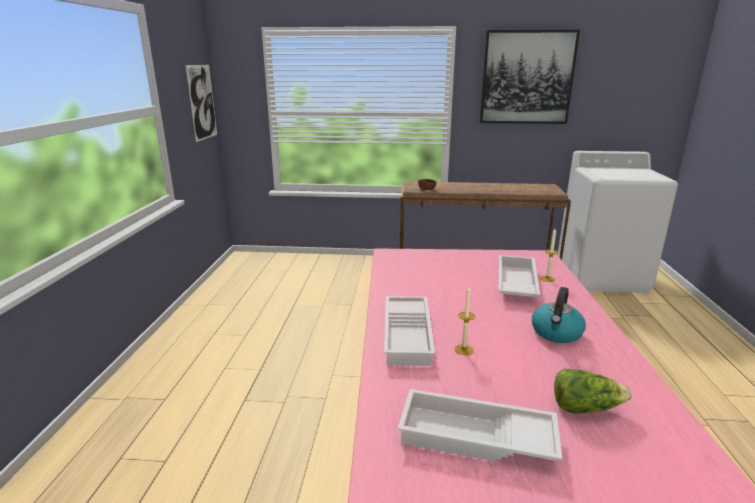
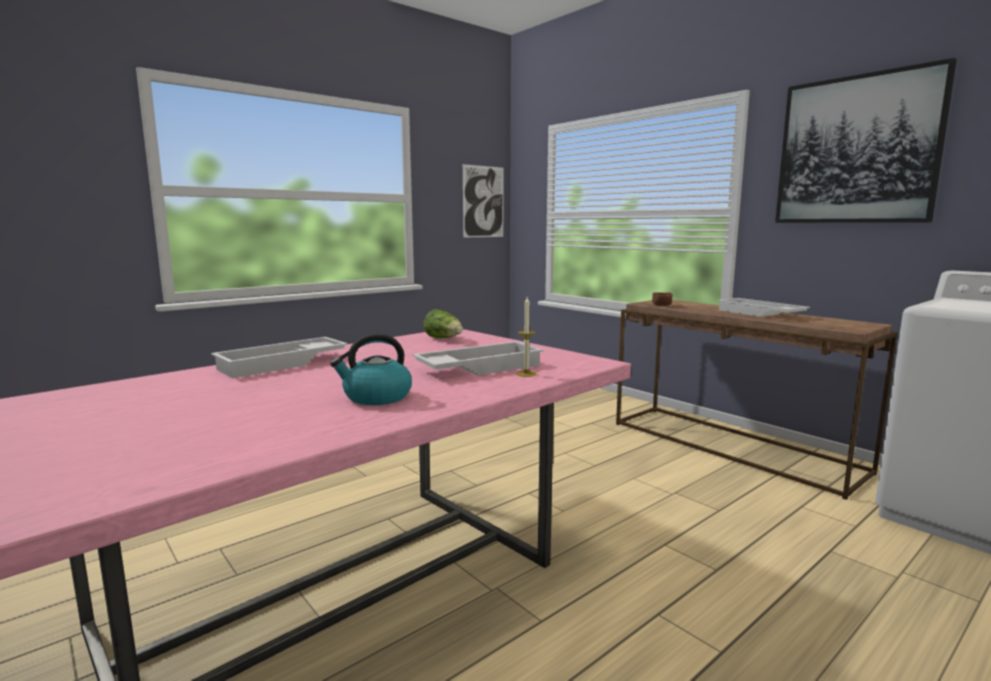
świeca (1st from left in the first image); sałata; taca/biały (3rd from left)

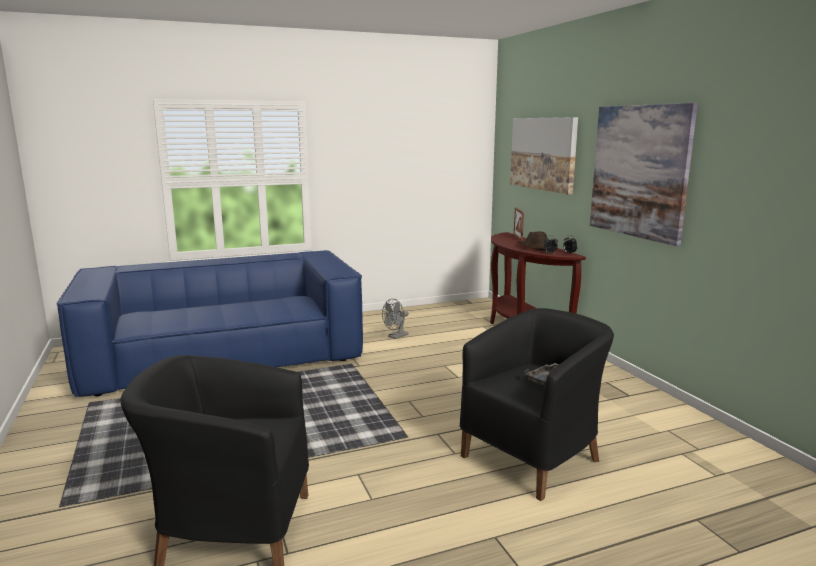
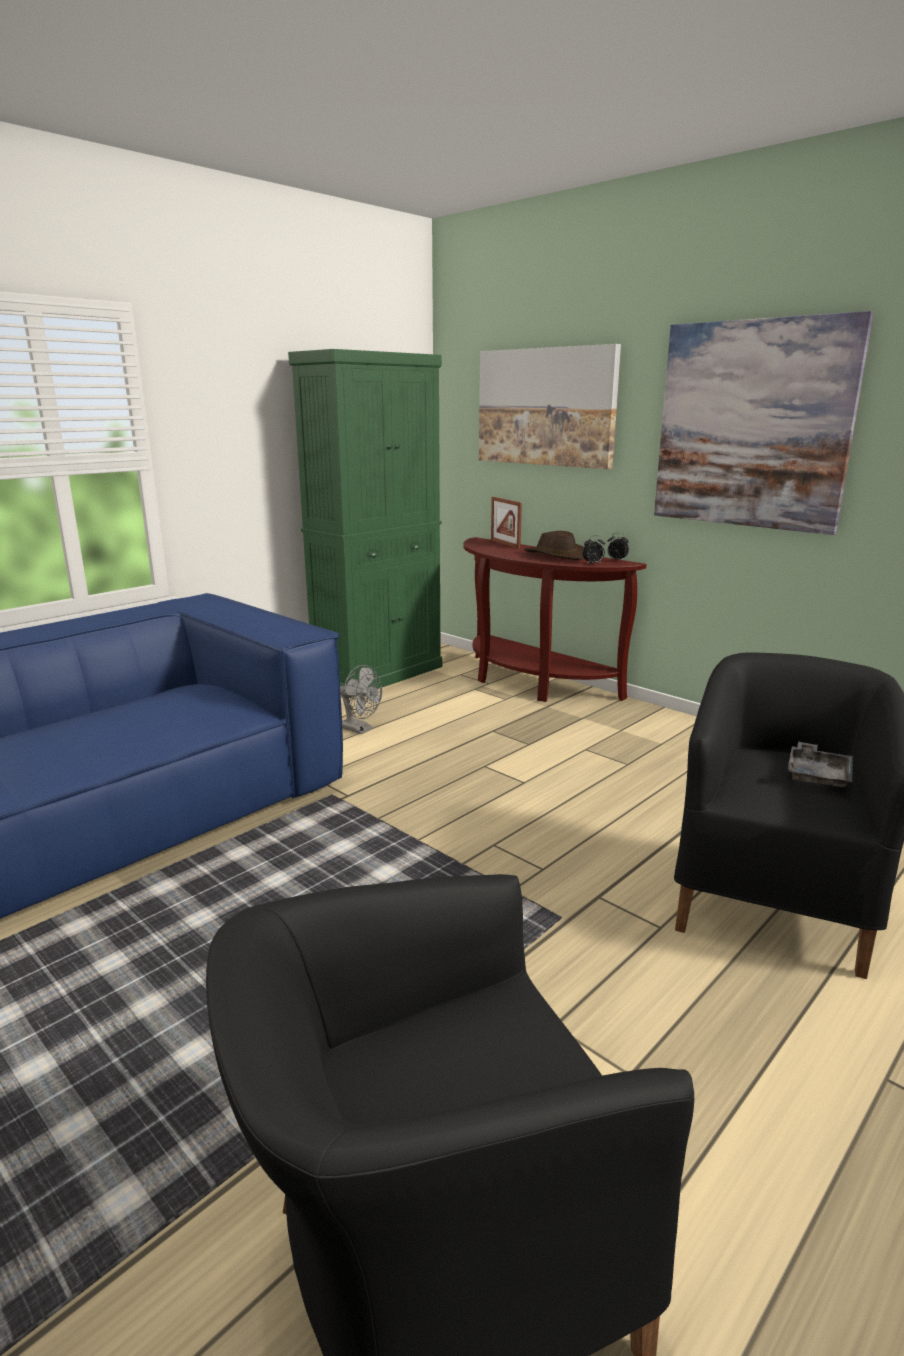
wentylator/szary; szafka/zielony

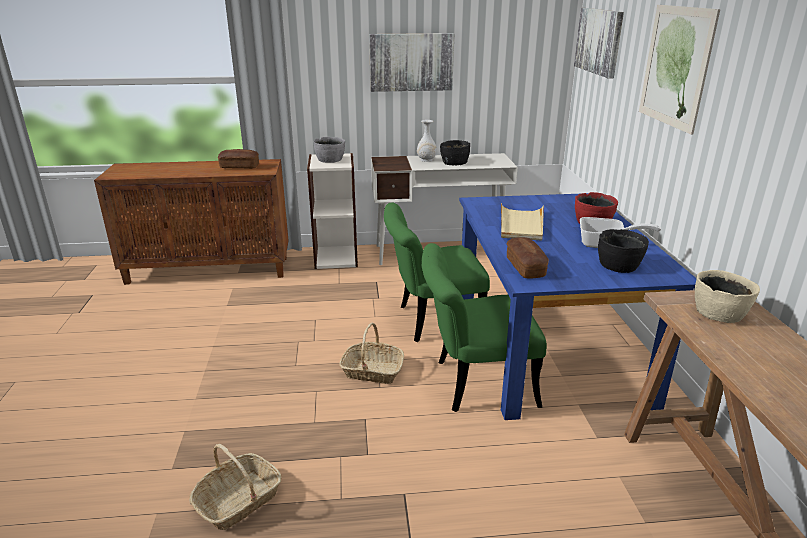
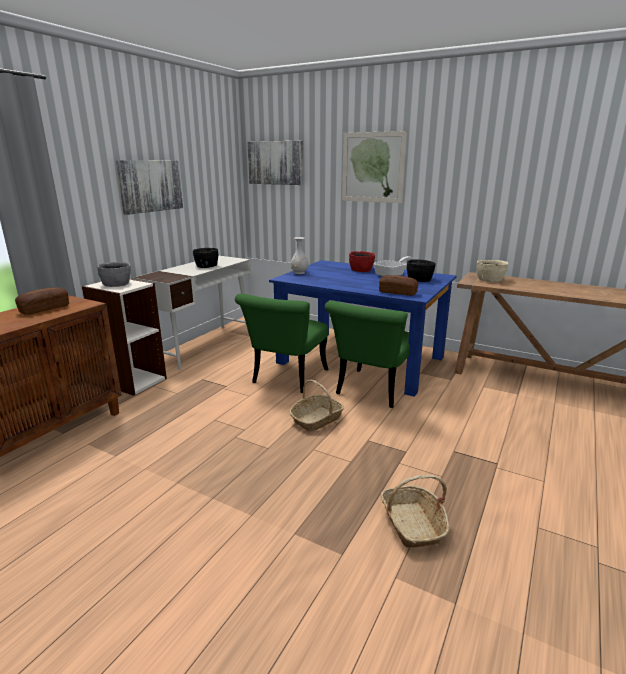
wazon/biały; taca/beżowy

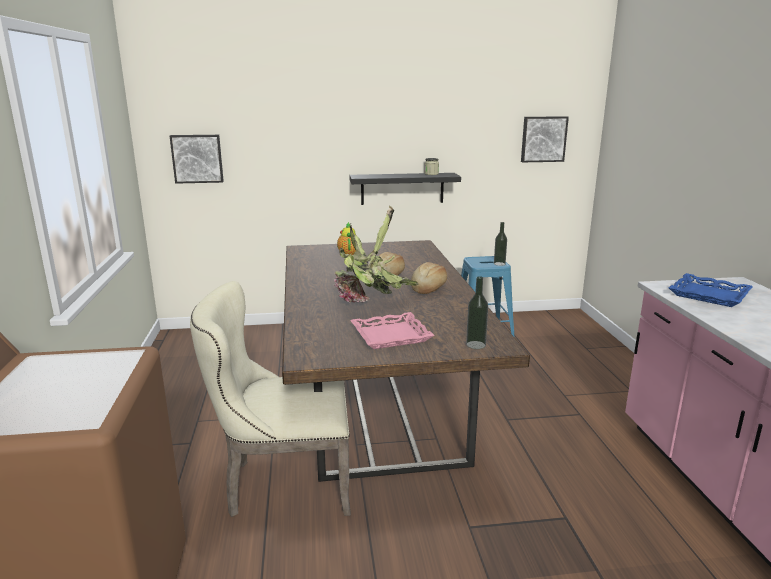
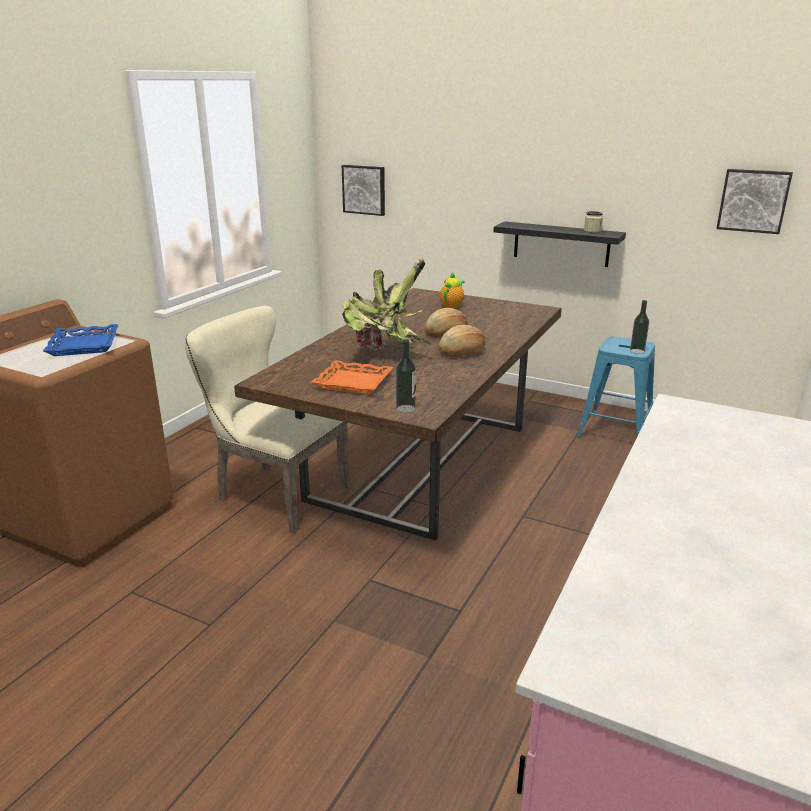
taca/niebieski; taca/pomarańczowy

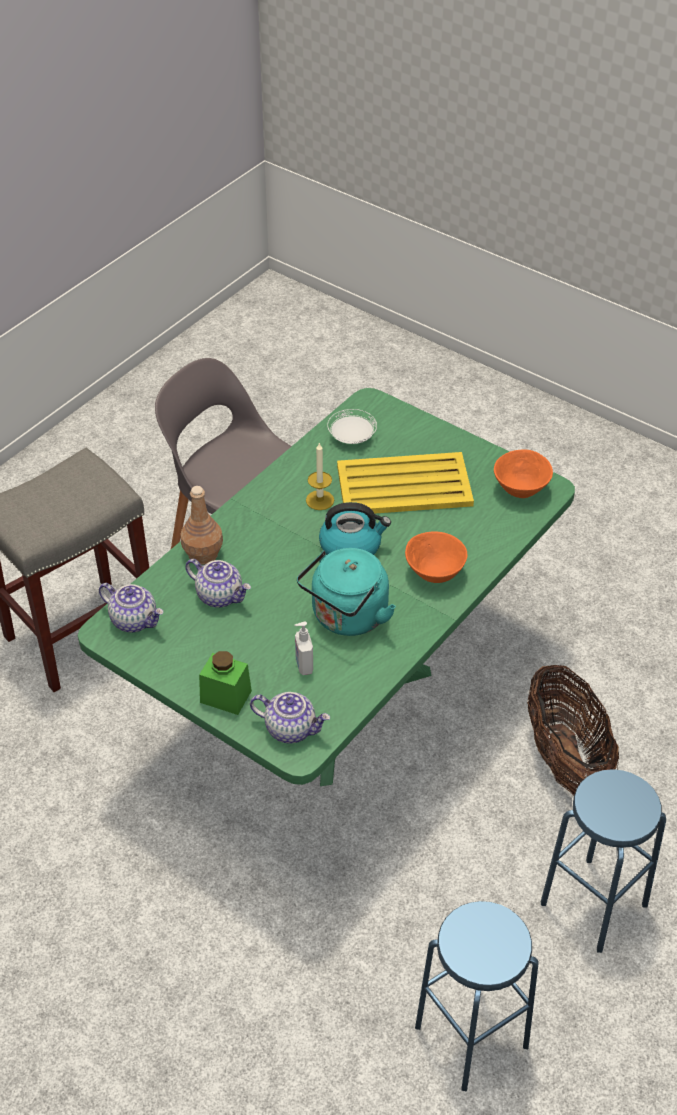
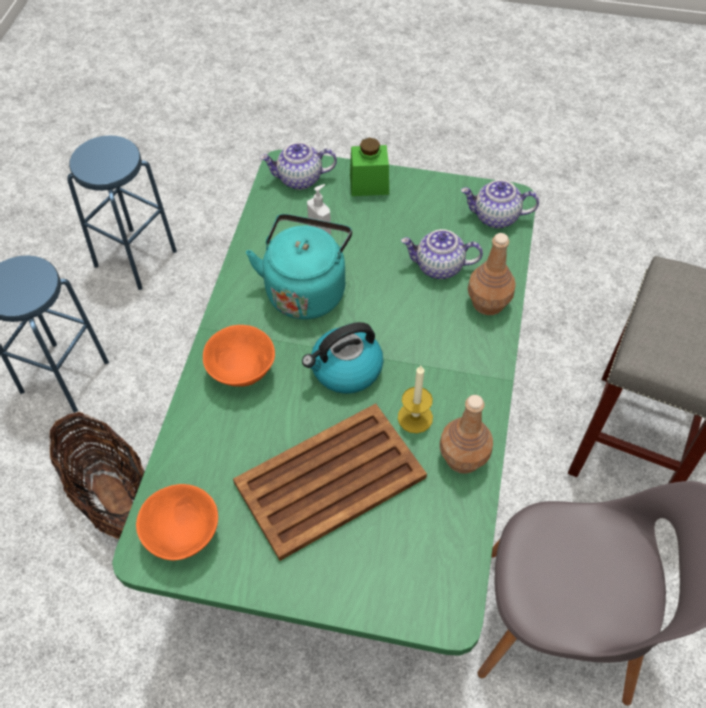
talerz/biały; taca/brązowy; butelka/brązowy (1st from left)

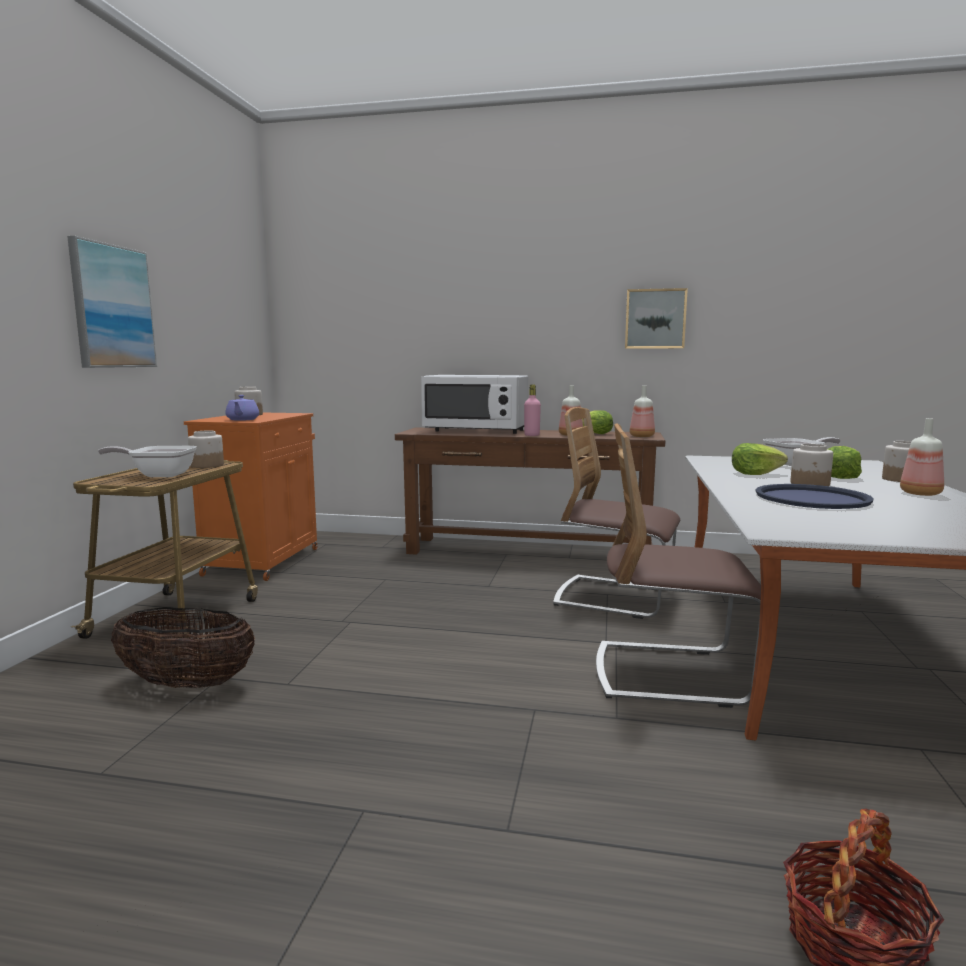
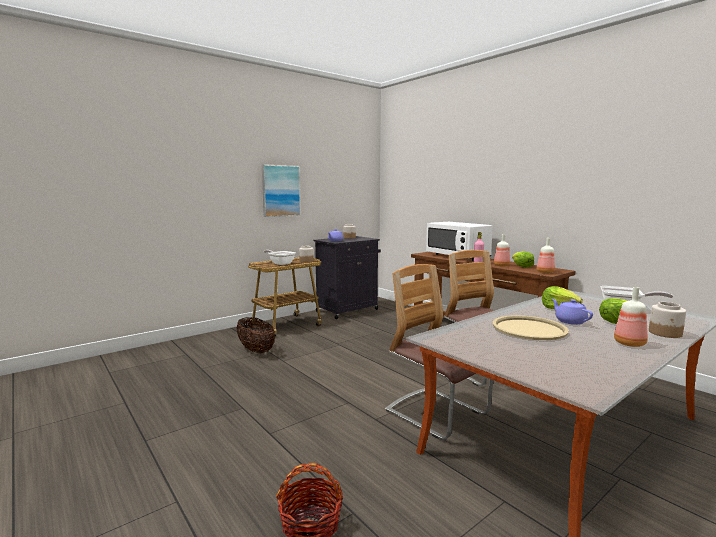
obraz (2nd from left in the first image); szafka/czarny; imbryk/fioletowy (2nd from left); taca/beżowy

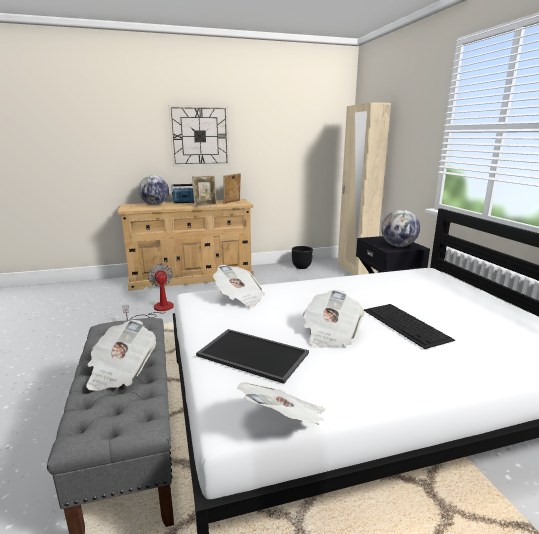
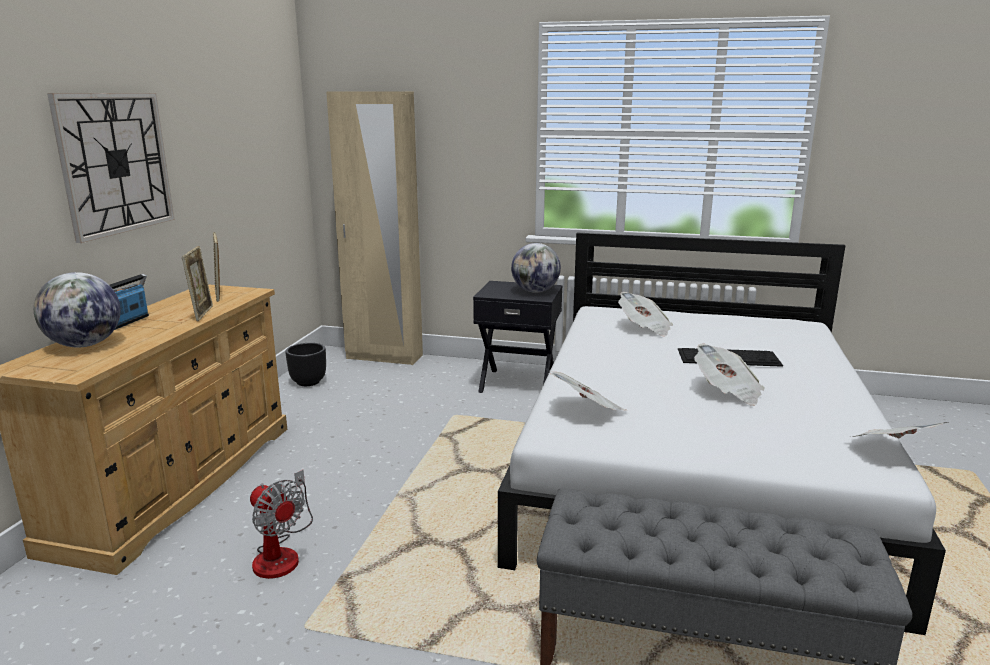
wentylator; gazeta (2nd from left); taca

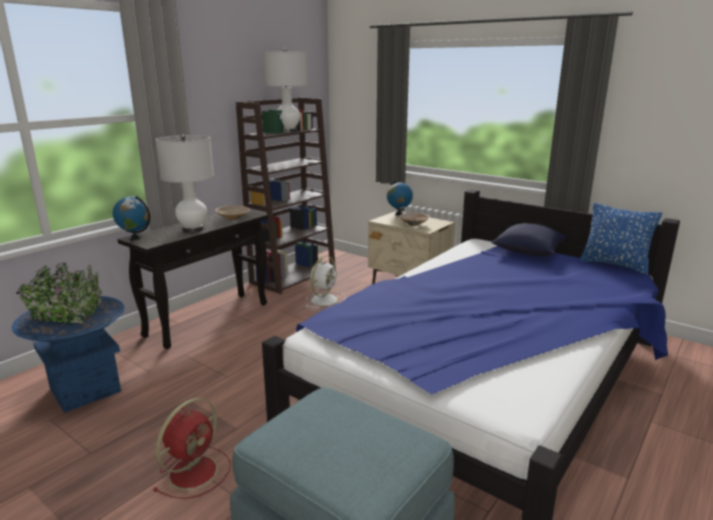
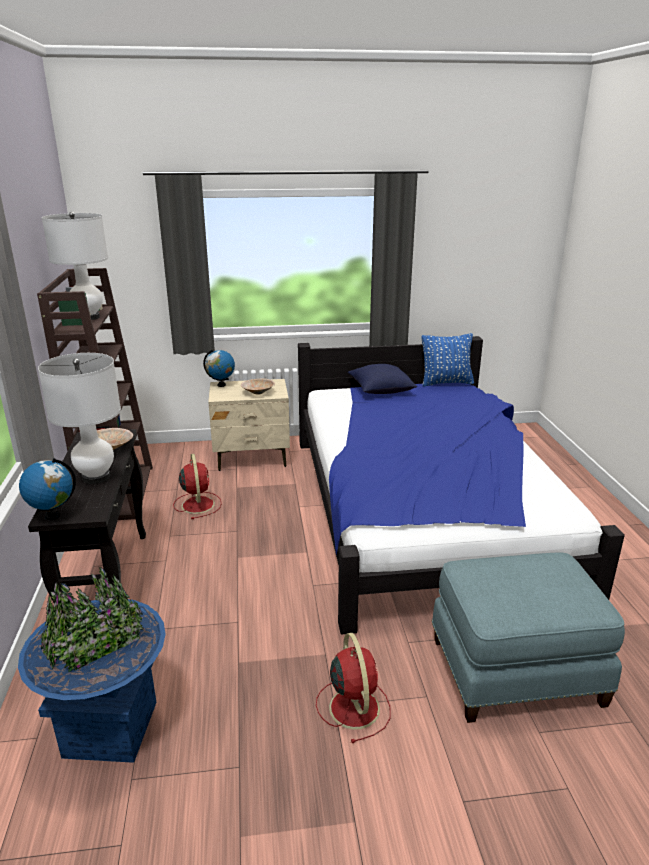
wentylator/czerwony (1st from left)

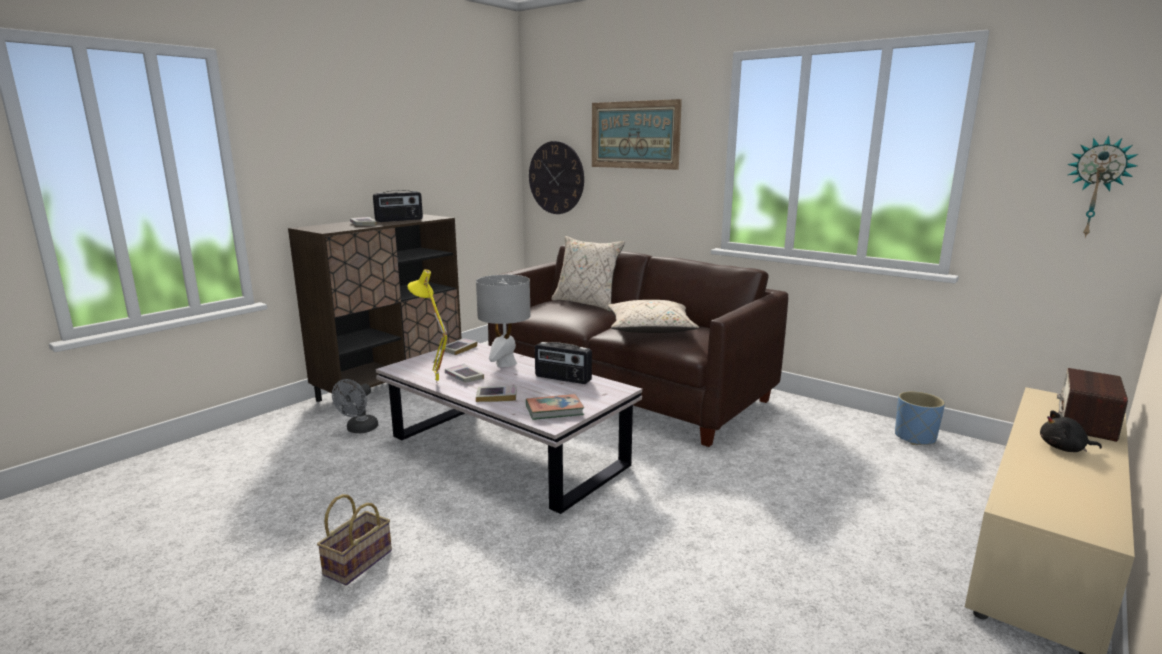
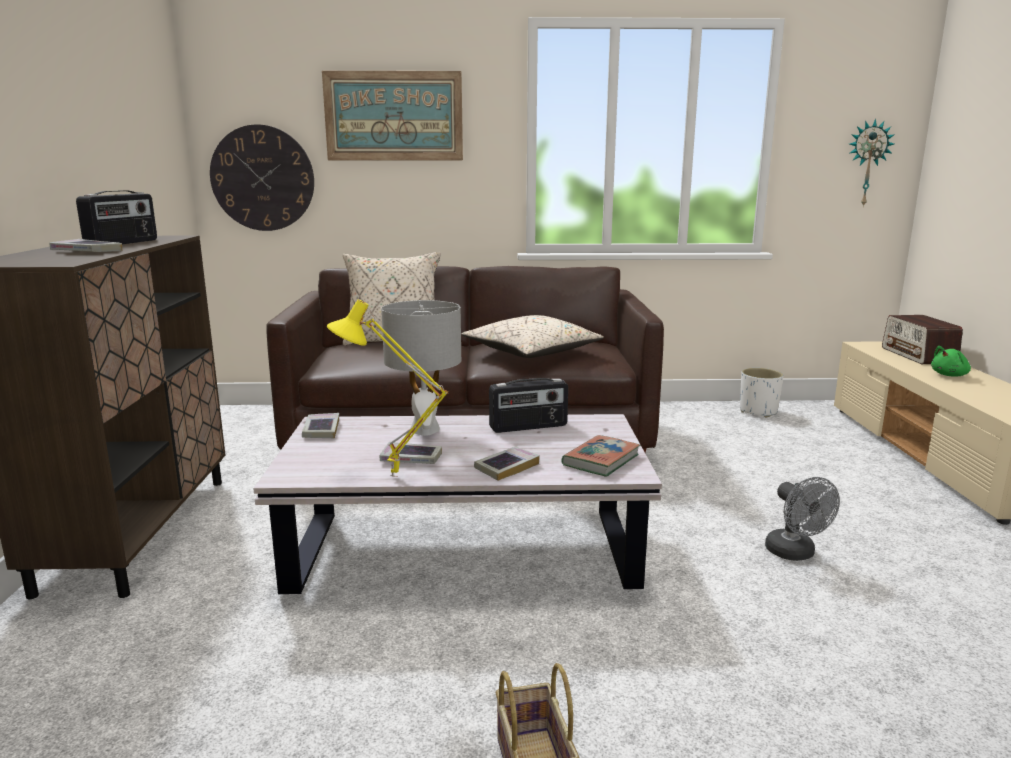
wentylator/szary; donica/biały; pluszak/zielony

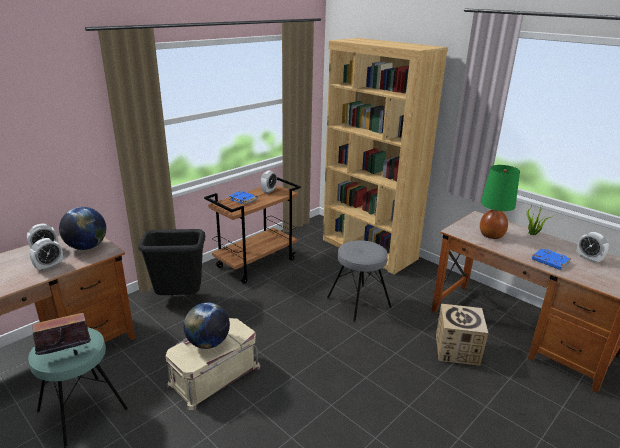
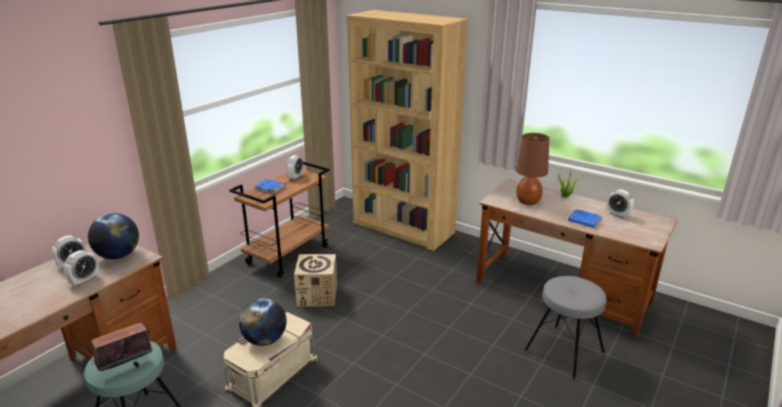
lampa stołowa/brązowy; kosz na śmieci/czarny; stołek/szary; karton

